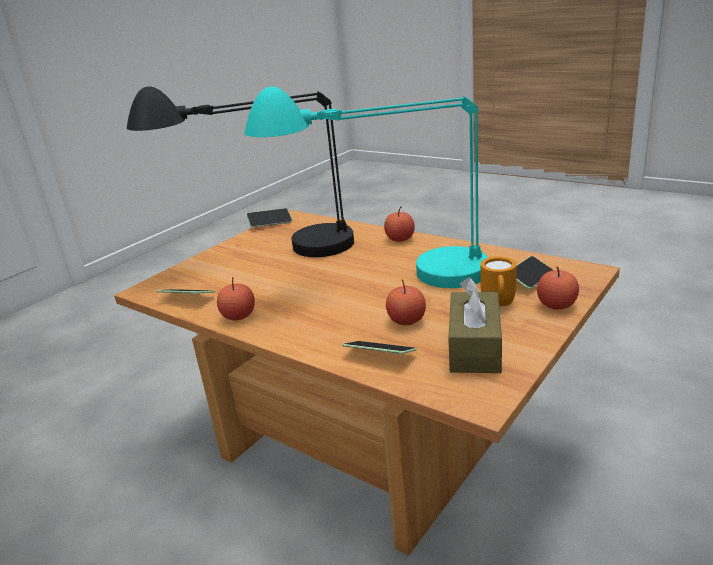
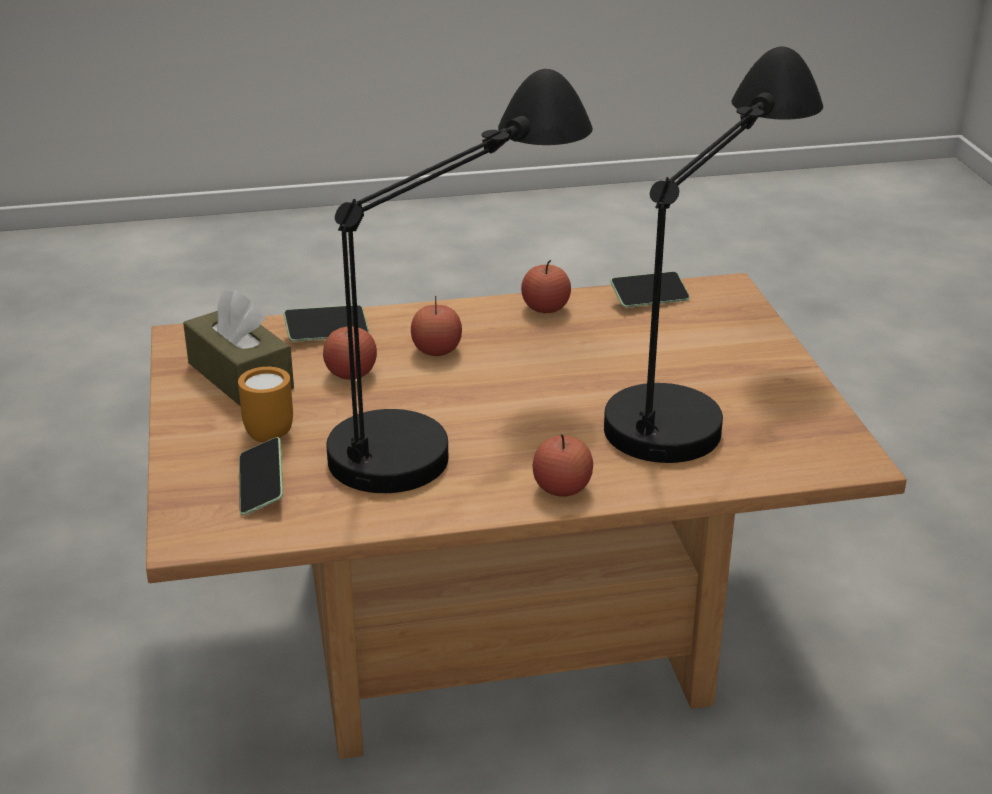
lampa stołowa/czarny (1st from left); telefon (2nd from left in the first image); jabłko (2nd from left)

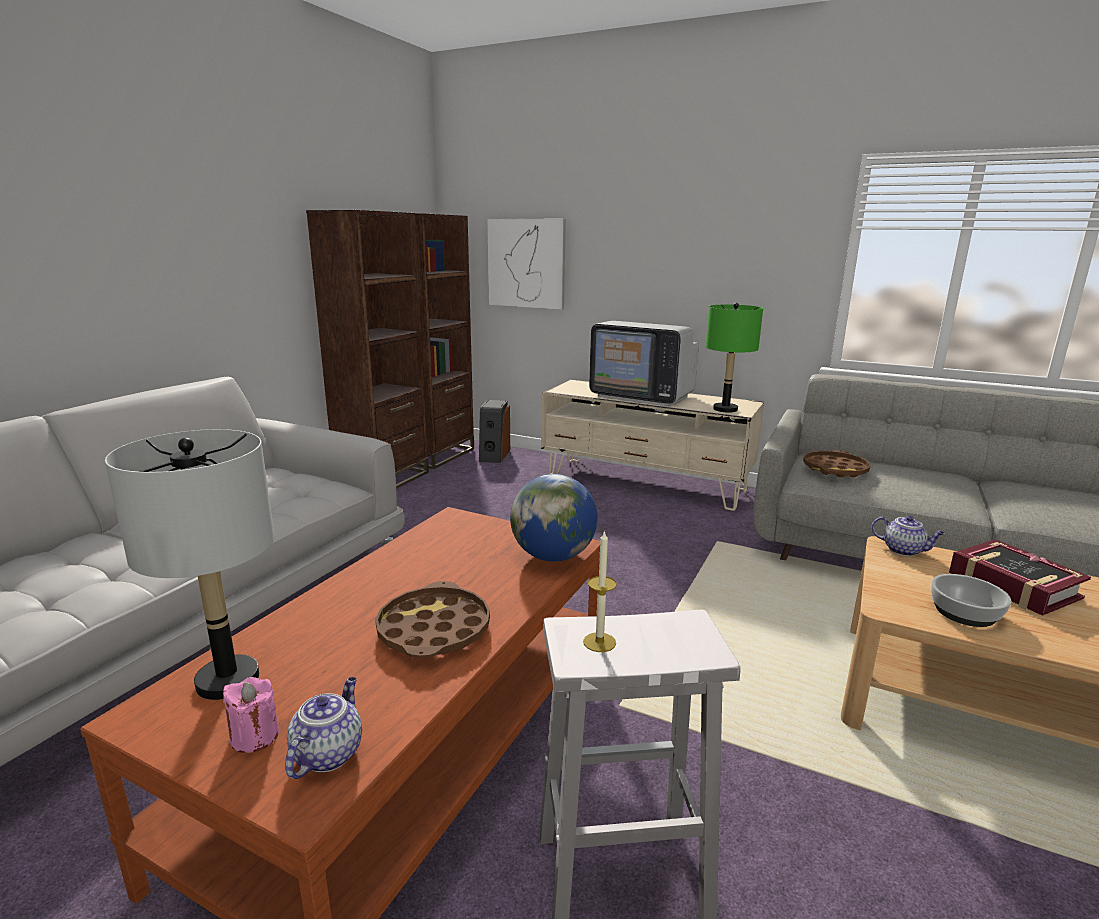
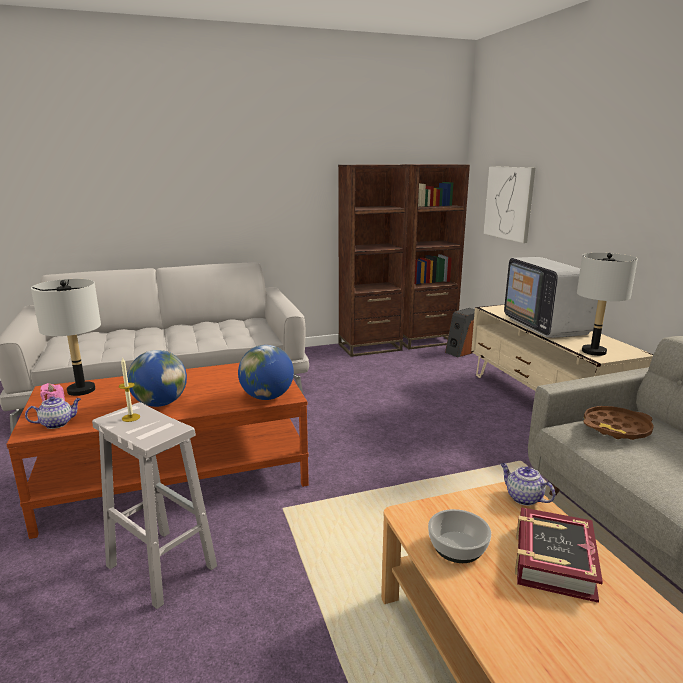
lampa stołowa/szary (2nd from left); imbryk (2nd from left); globus (1st from left)

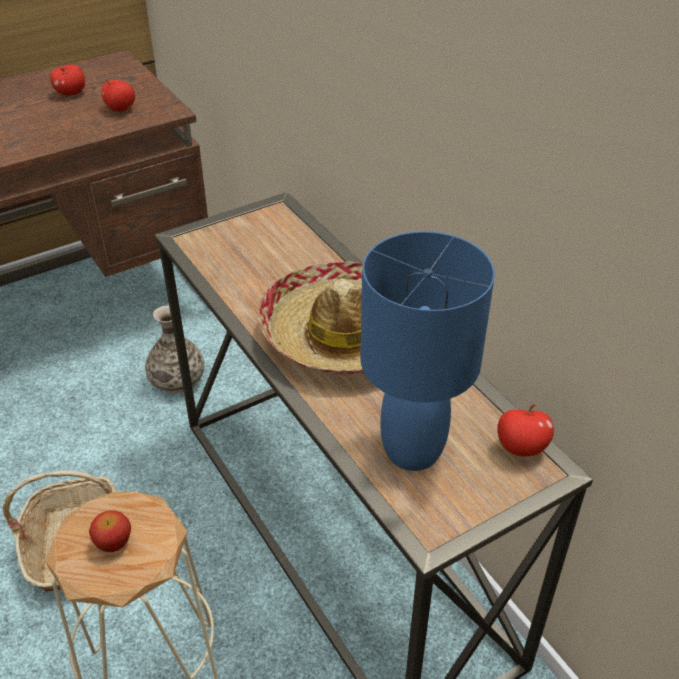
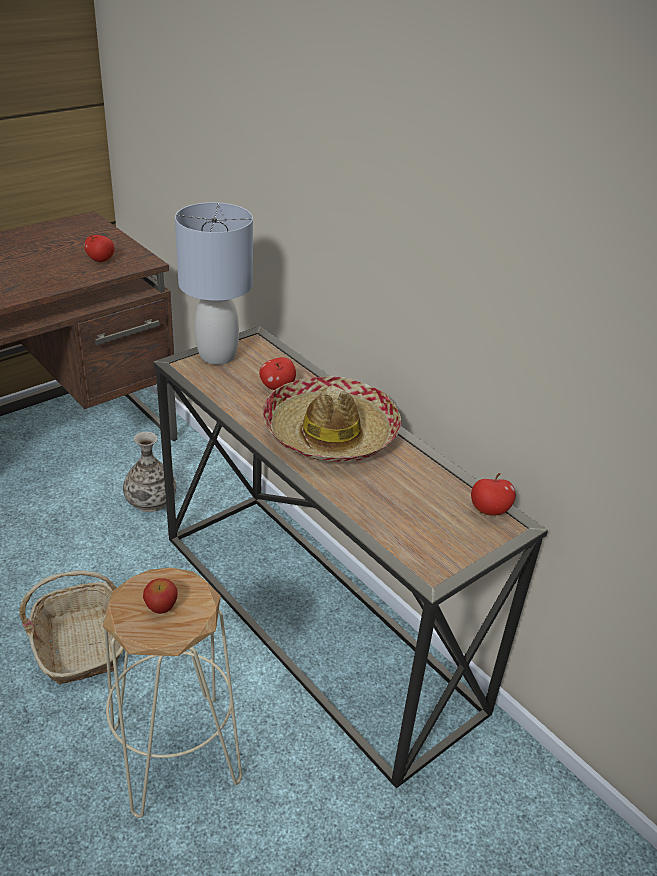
jabłko (3rd from left); lampa stołowa/niebieski; lampa stołowa/szary

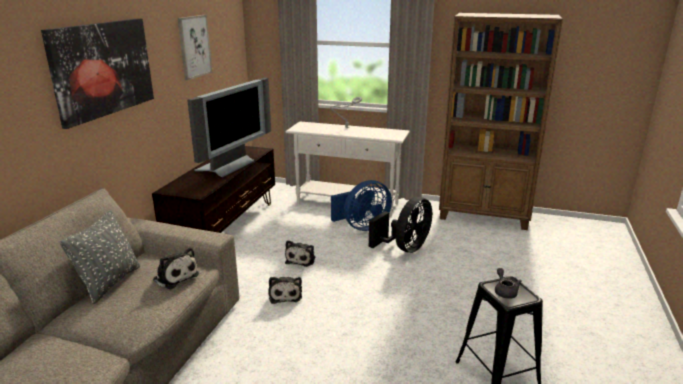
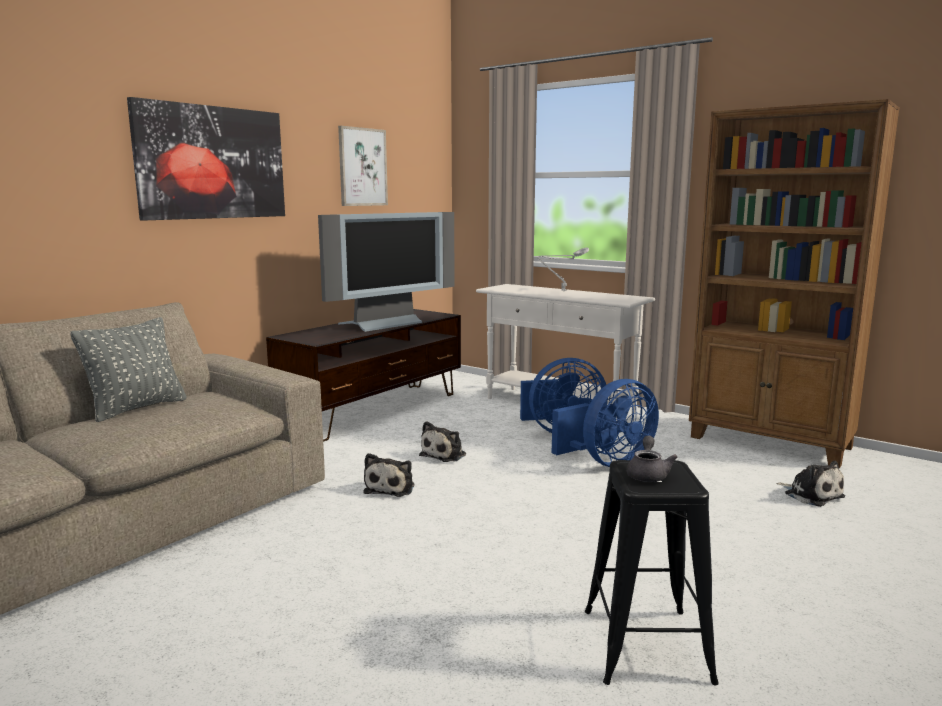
wentylator/niebieski (2nd from left); pluszak (3rd from left)

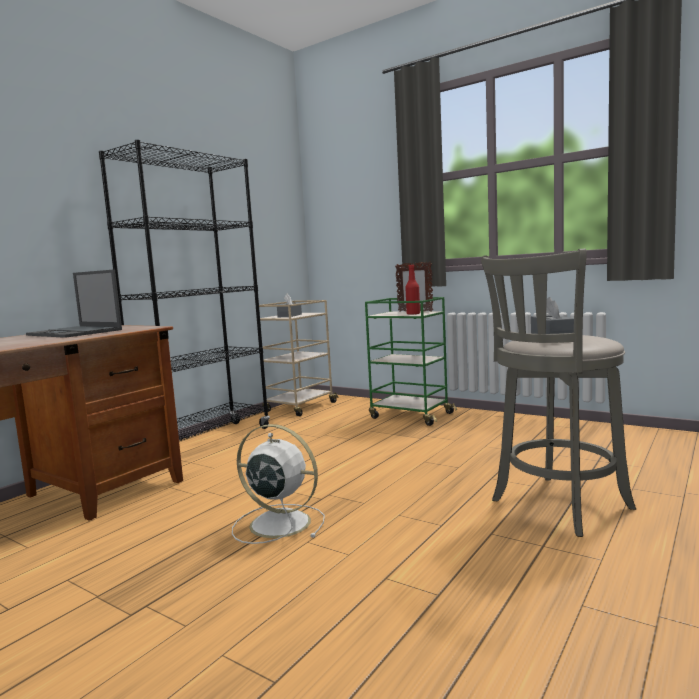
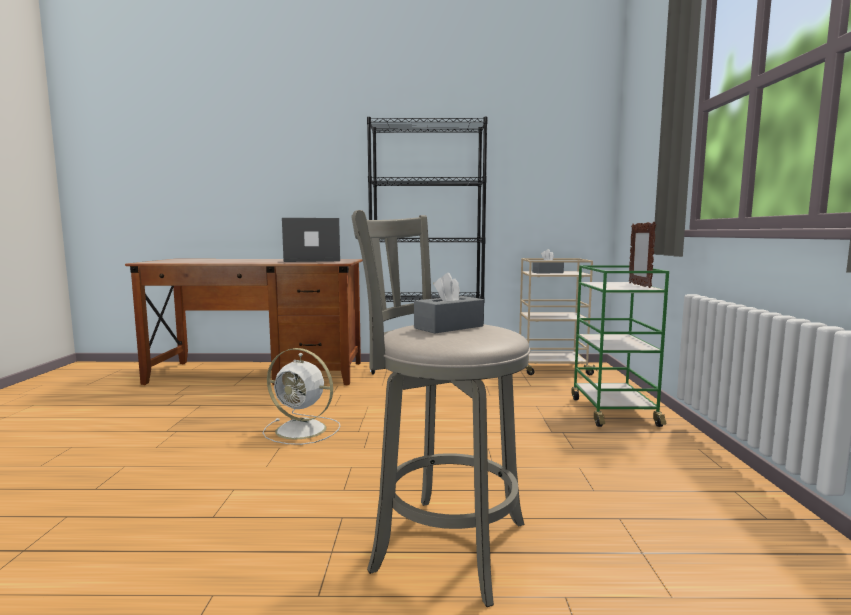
butelka/czerwony; laptop; wentylator/biały

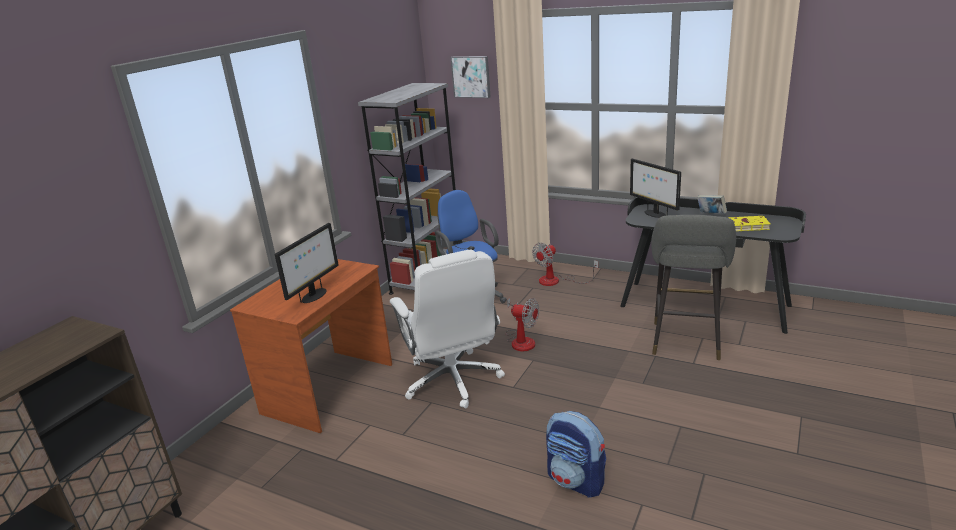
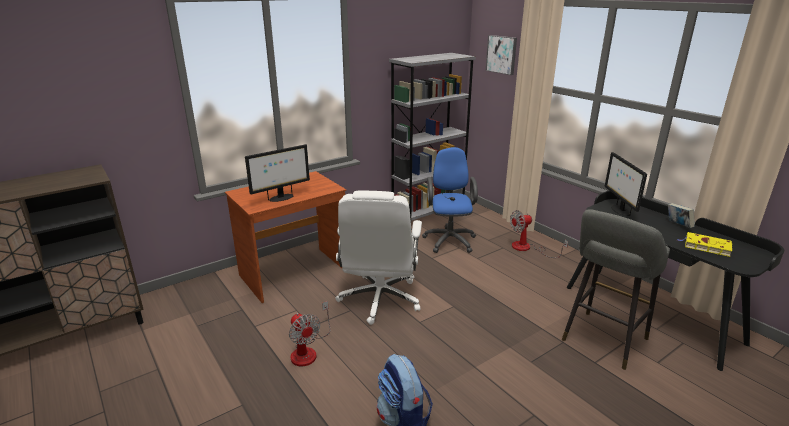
wentylator (1st from left)

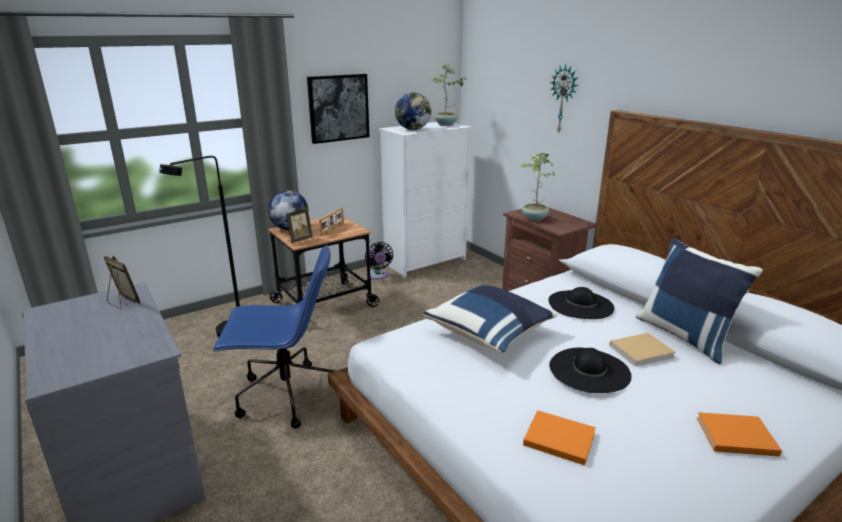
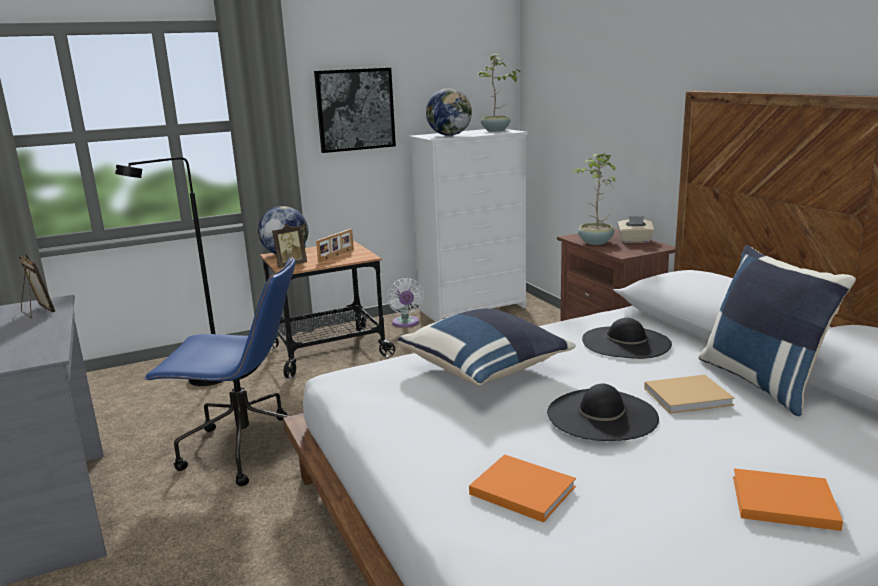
zegar ścienny; wentylator/biały; pudełko chusteczek/beżowy

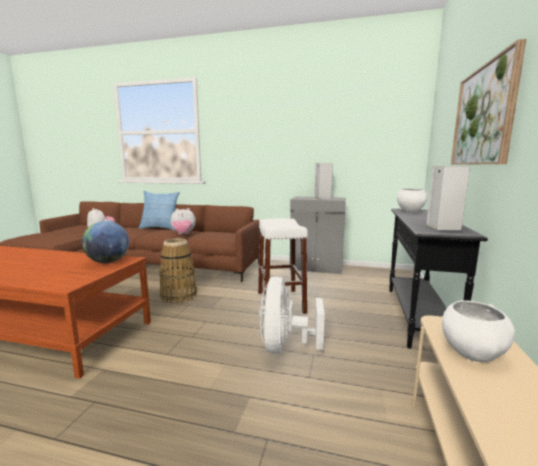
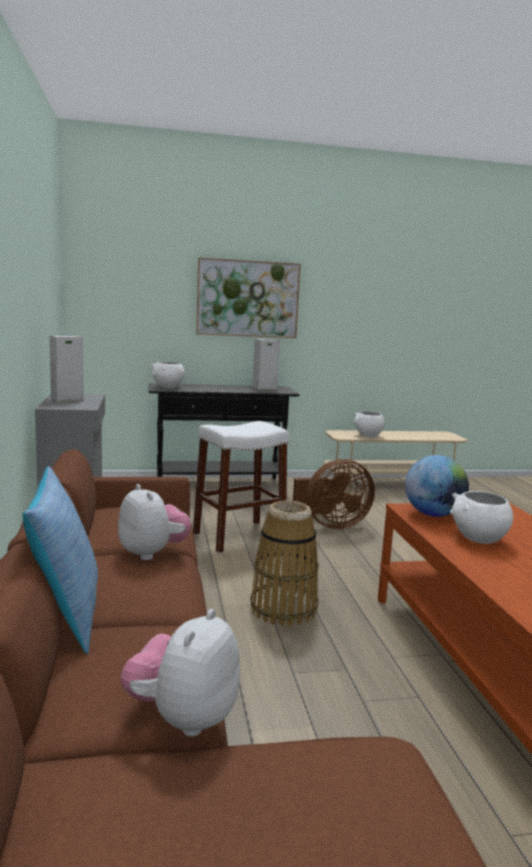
wentylator/brązowy; miska/biały (3rd from left)

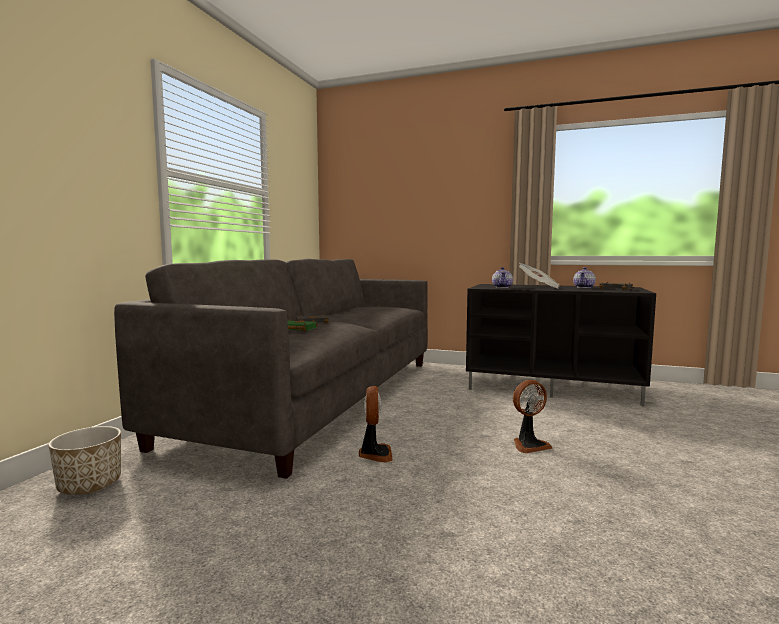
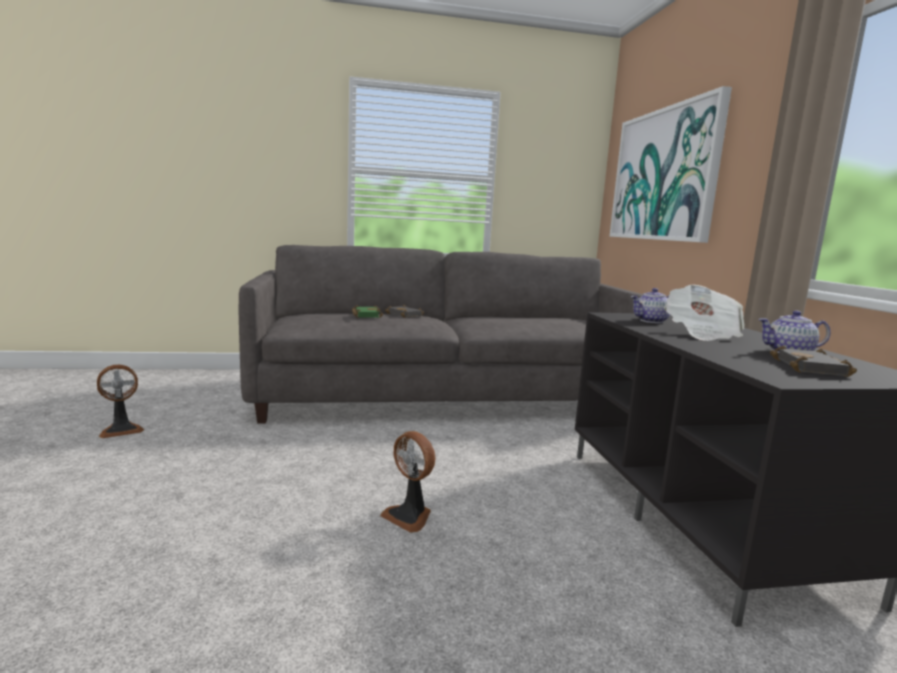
wentylator (1st from left); donica; obraz

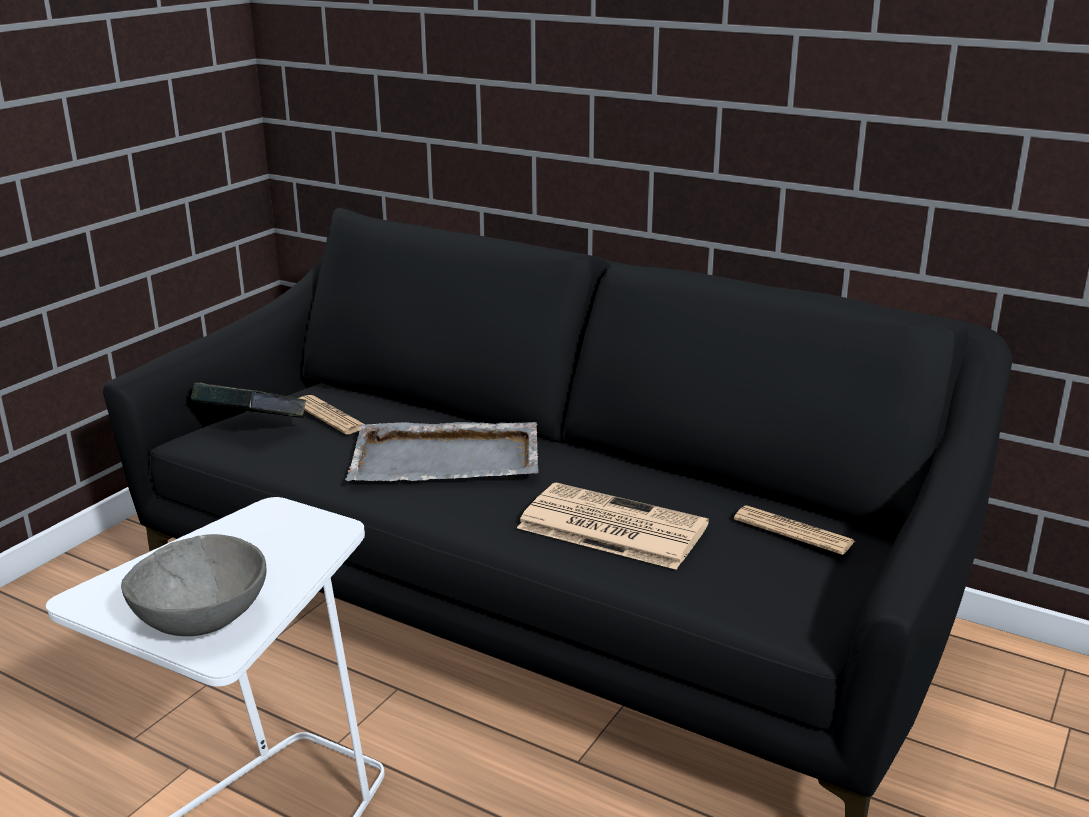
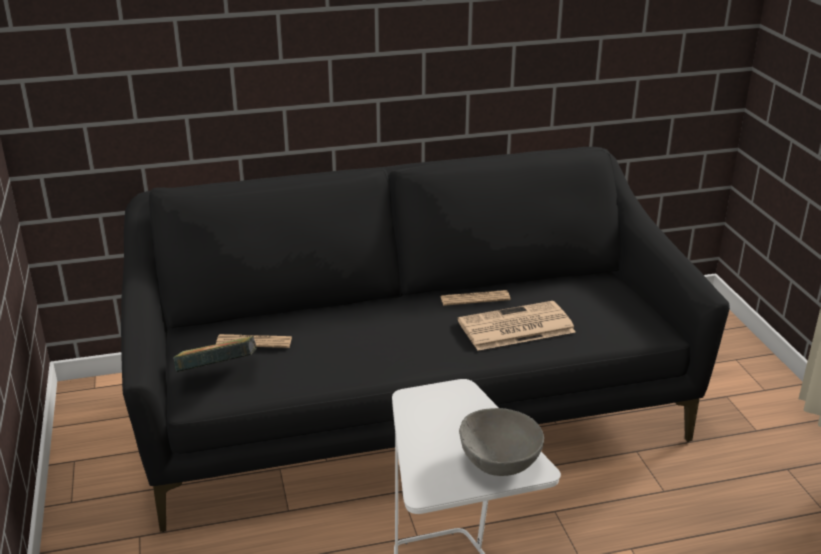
taca/szary; gazeta (2nd from left)

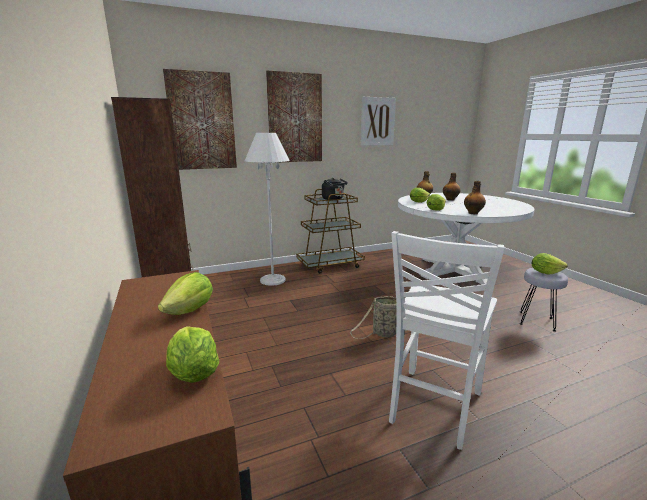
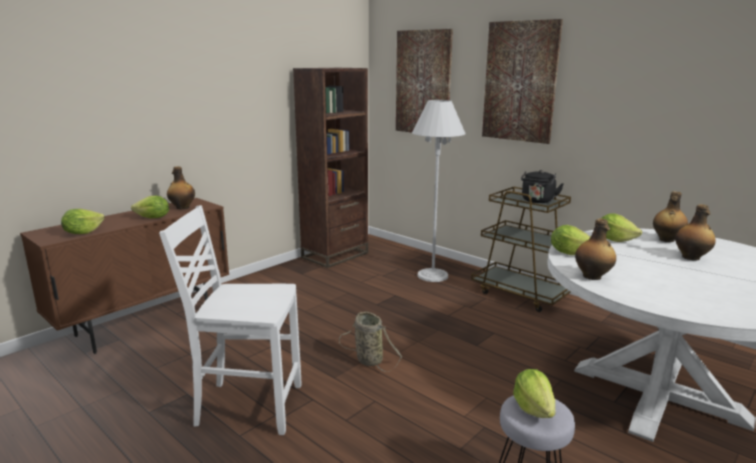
obraz (3rd from left in the first image); butelka (1st from left)

